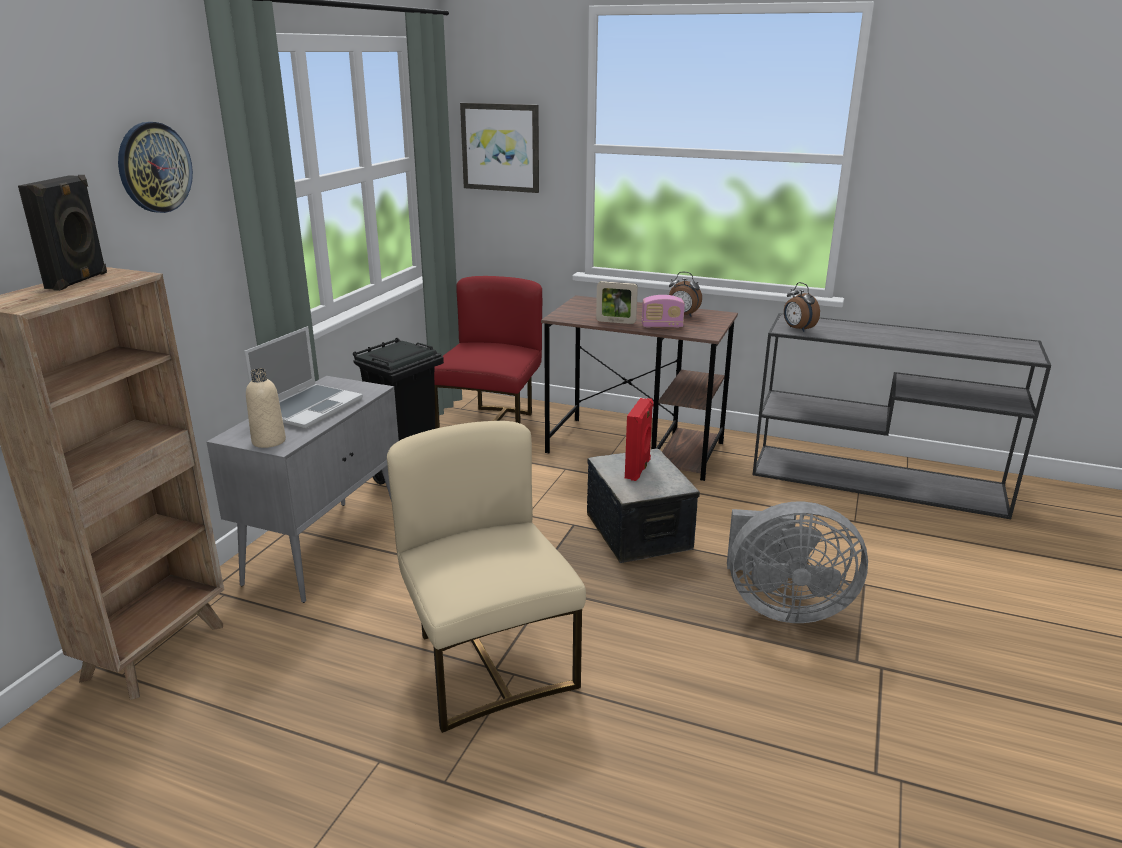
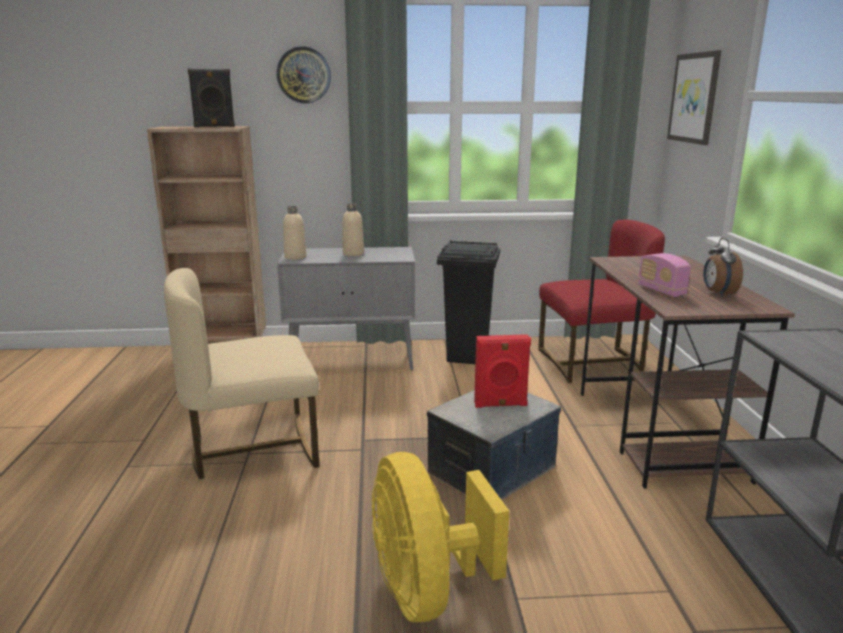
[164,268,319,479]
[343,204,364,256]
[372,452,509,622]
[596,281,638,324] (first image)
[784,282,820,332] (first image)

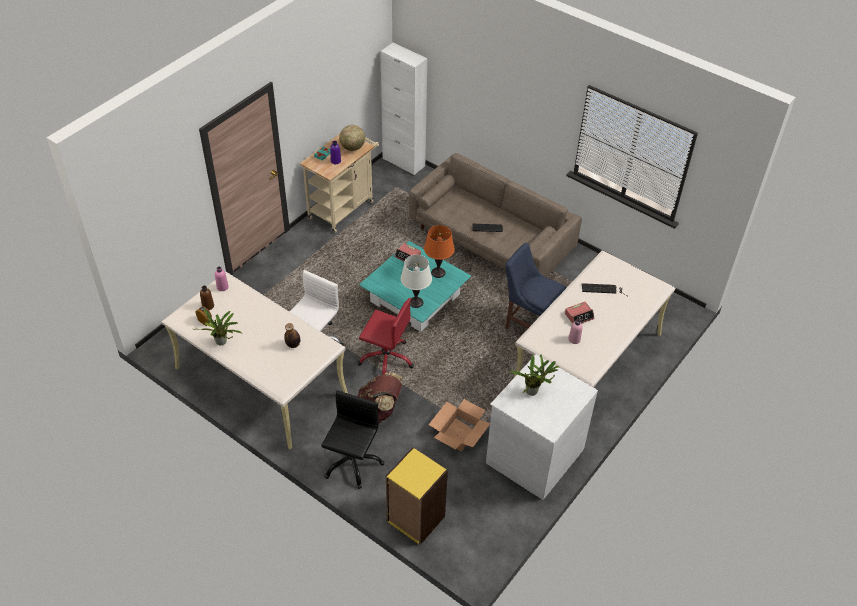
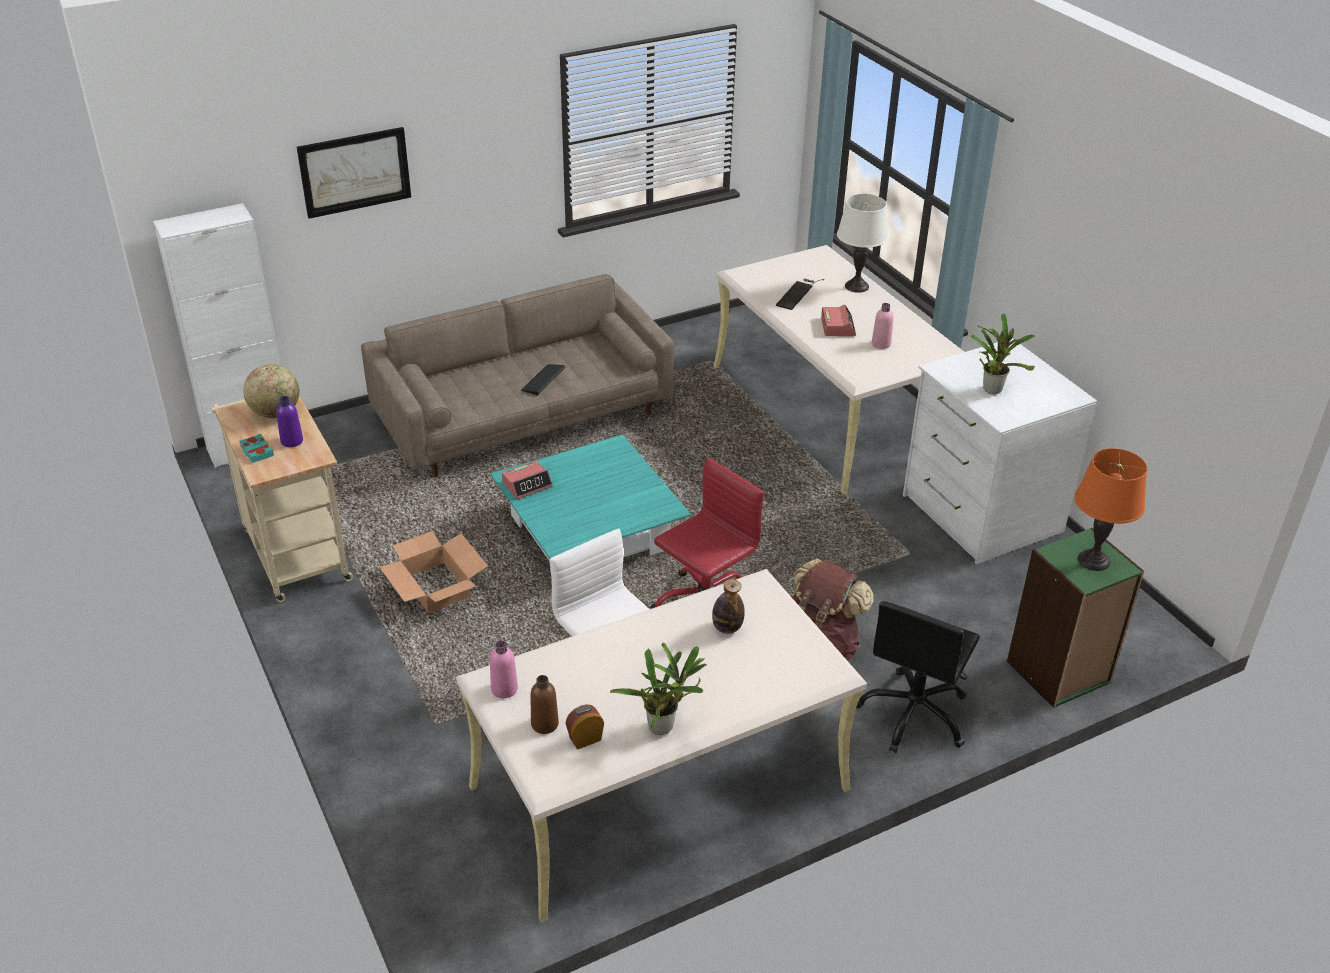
[297,127,411,219]
[379,531,488,613]
[837,194,889,293]
[856,601,980,753]
[1007,528,1144,708]
[1075,448,1147,571]
[505,243,567,330] (first image)

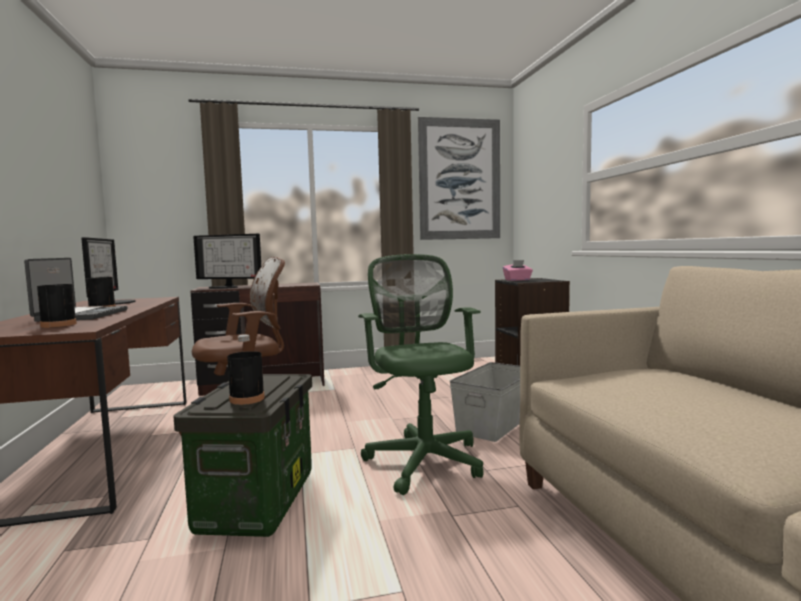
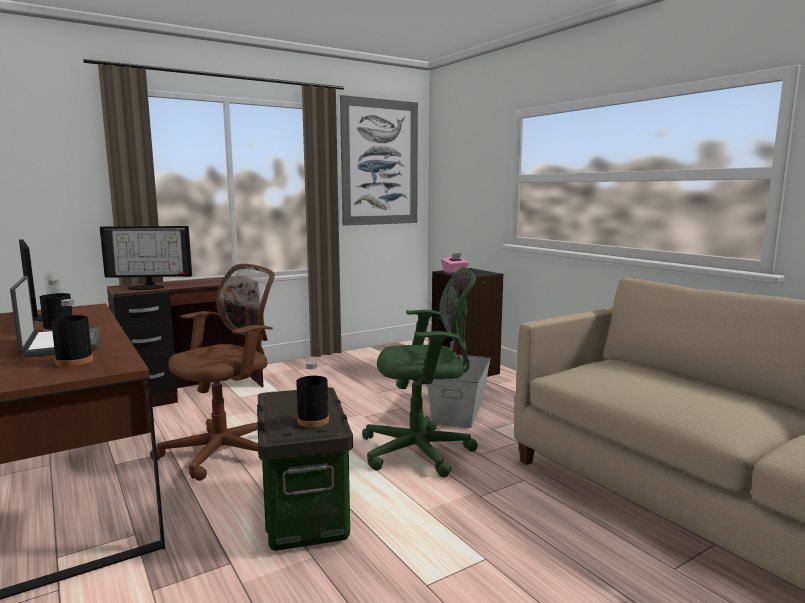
[362,267,478,477]

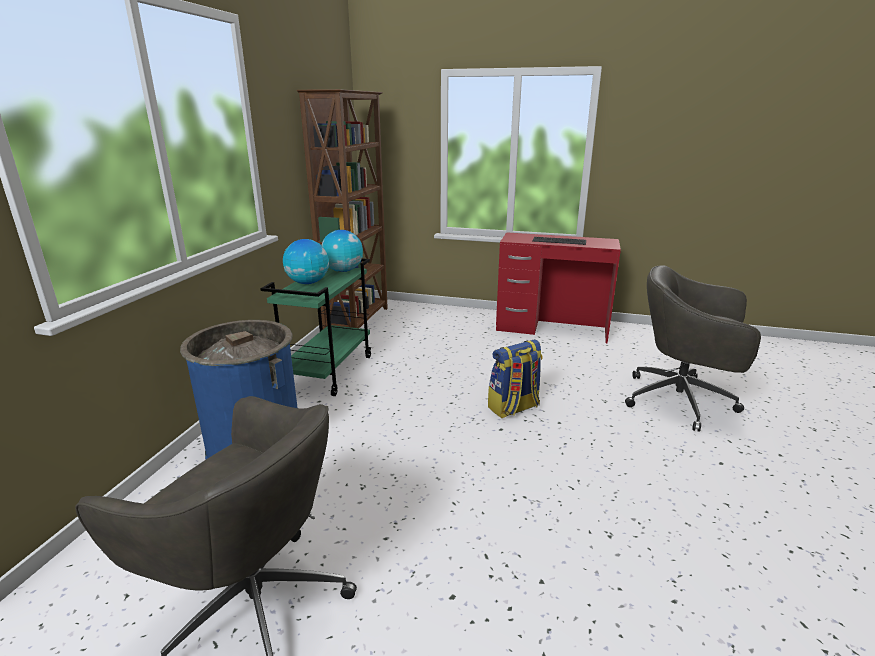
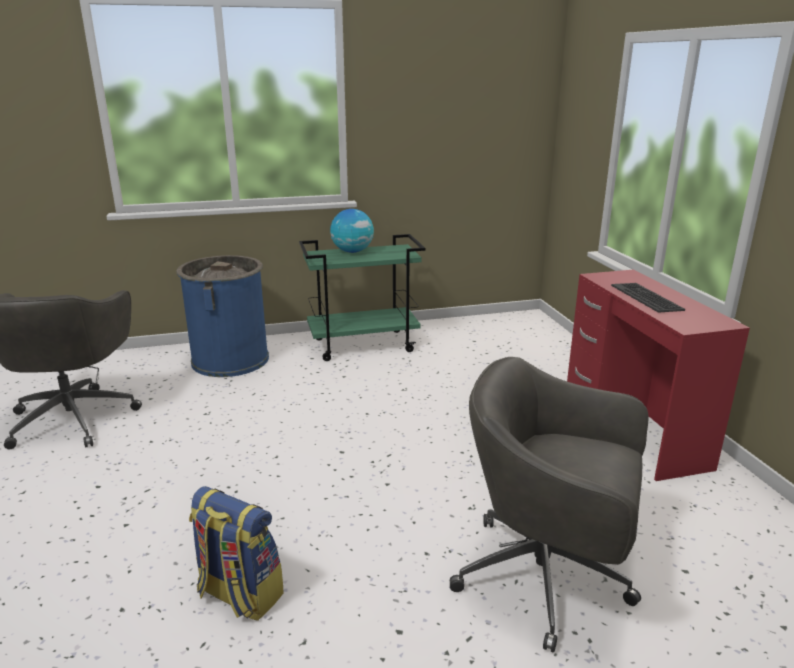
[189,486,284,621]
[450,357,649,652]
[297,89,388,329] (first image)
[322,230,363,272] (first image)

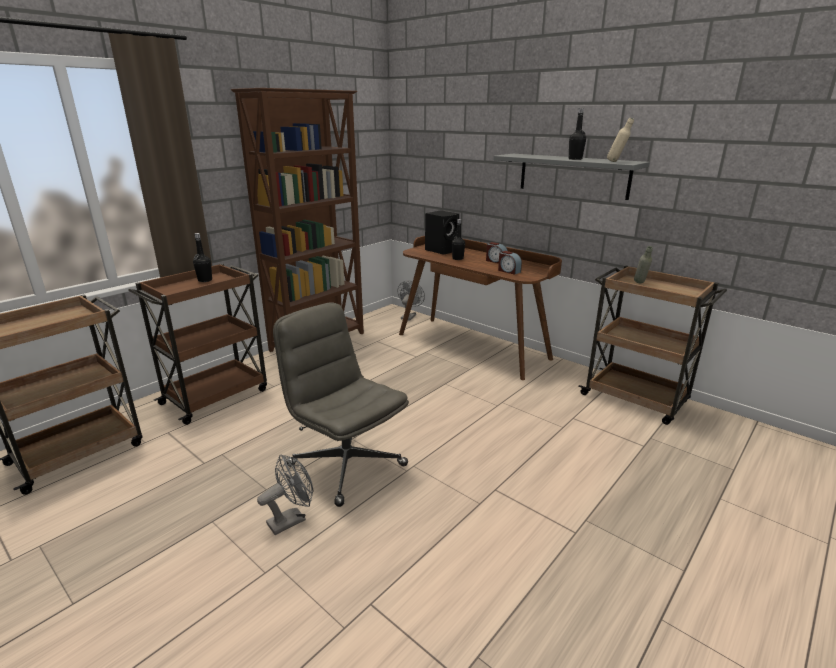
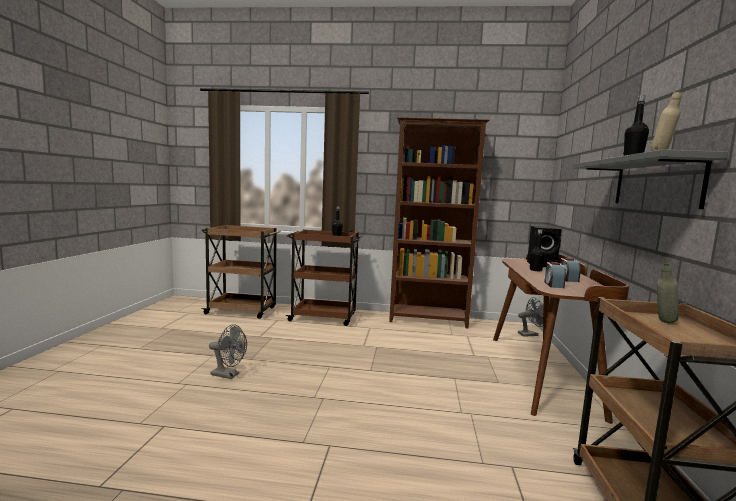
[273,303,409,507] (first image)

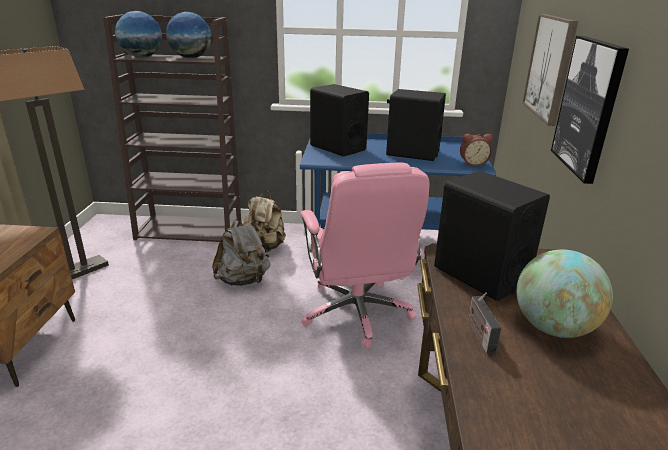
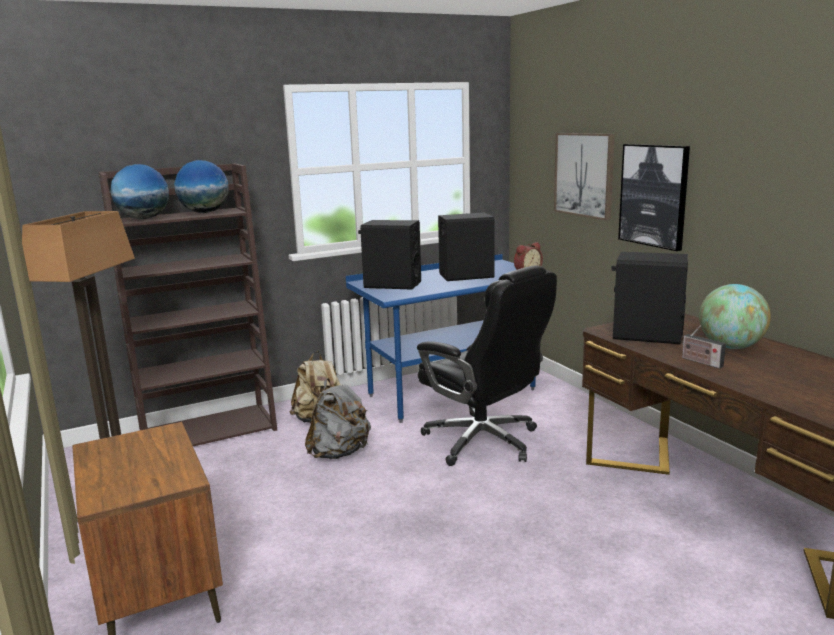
[417,265,557,466]

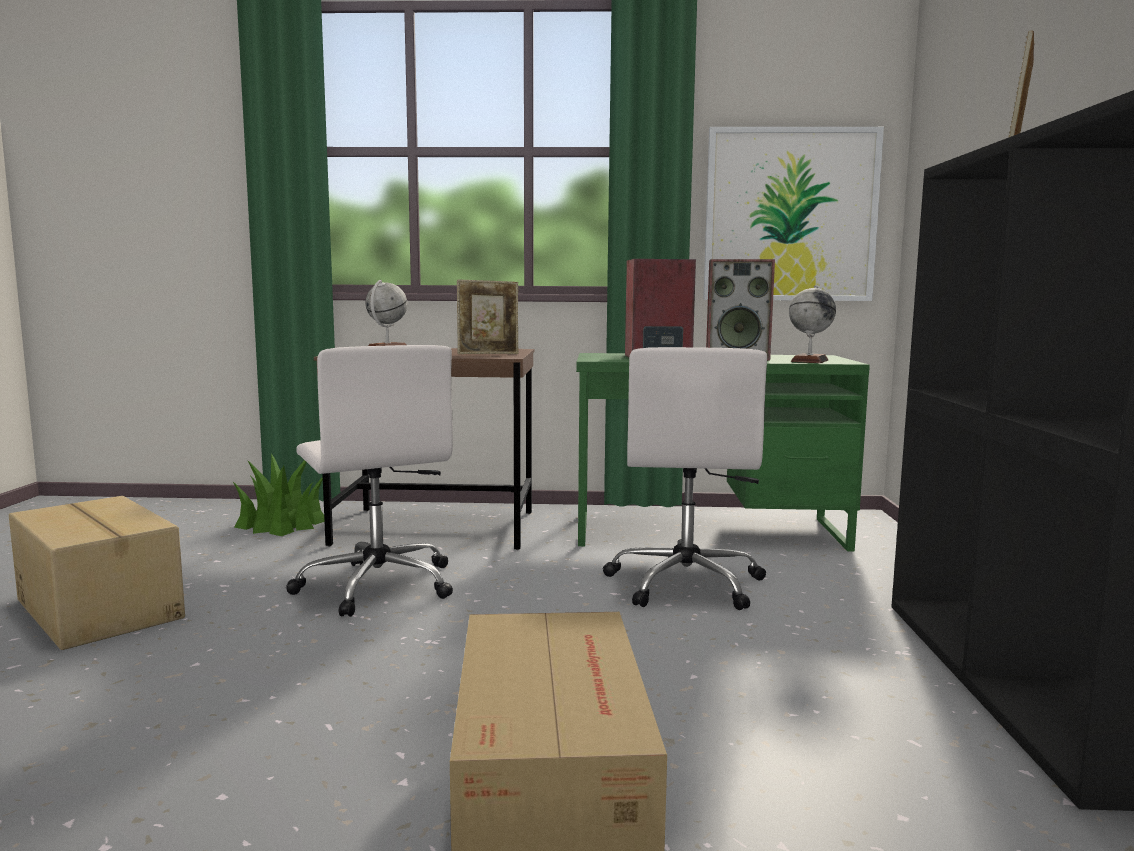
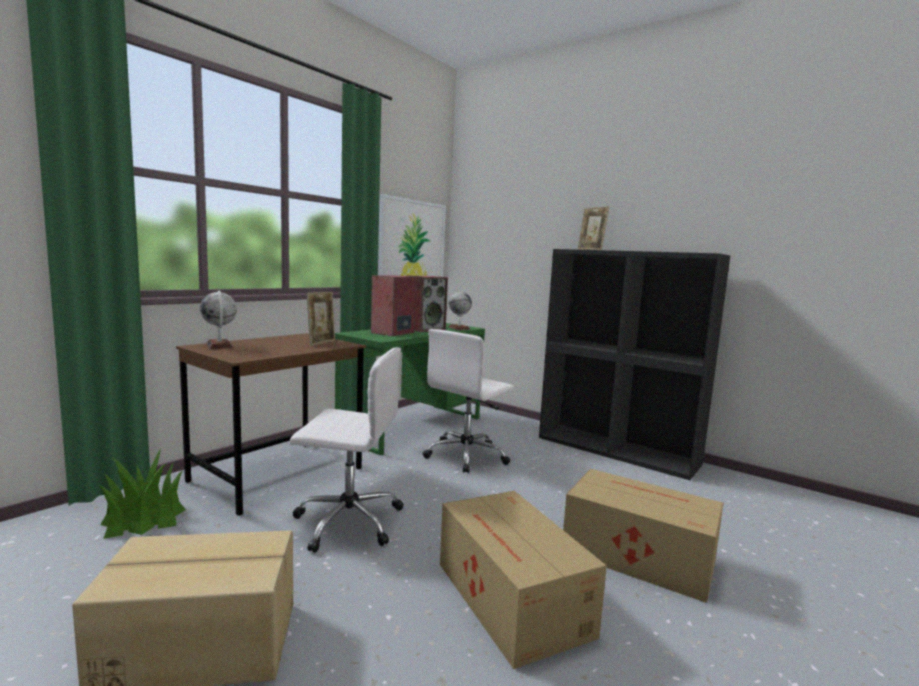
[423,329,514,473]
[440,491,607,669]

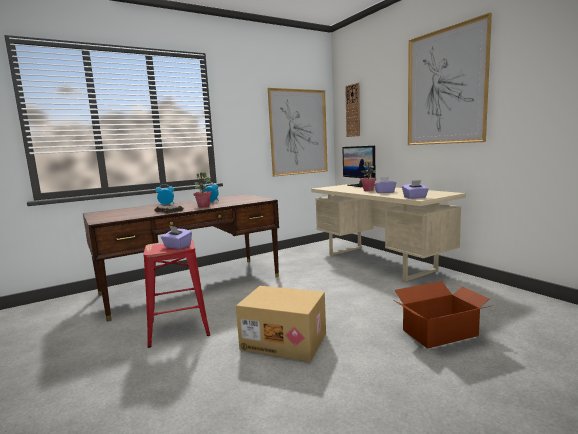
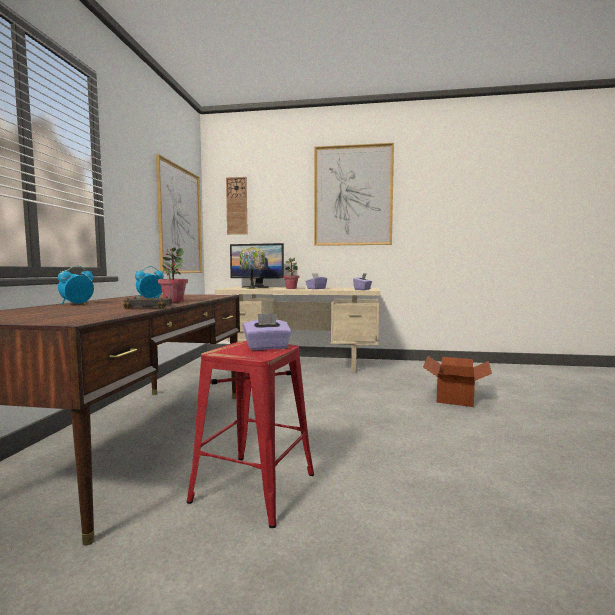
[240,247,266,289]
[236,286,326,362] (first image)

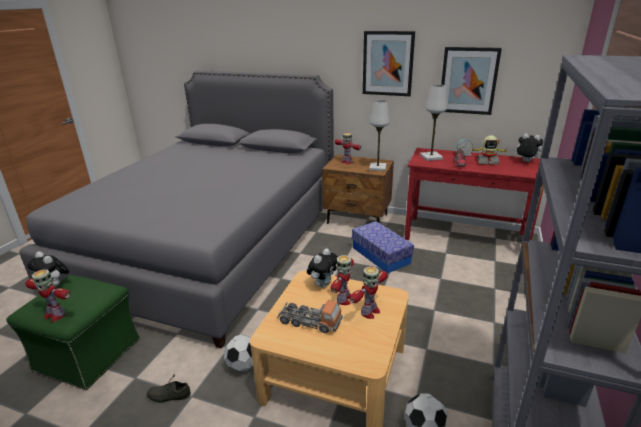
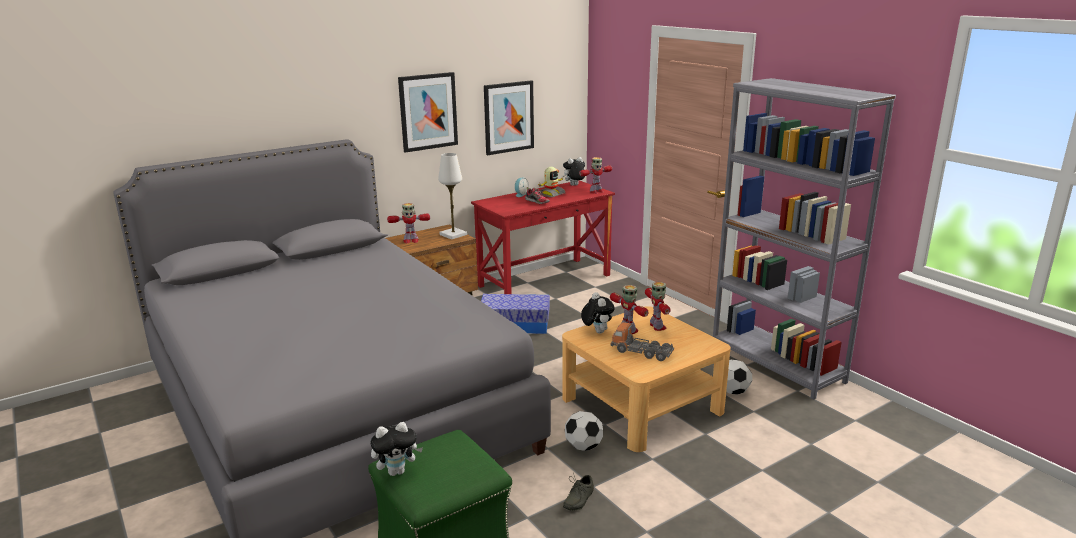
[579,157,612,194]
[611,322,674,361]
[420,84,447,161] (first image)

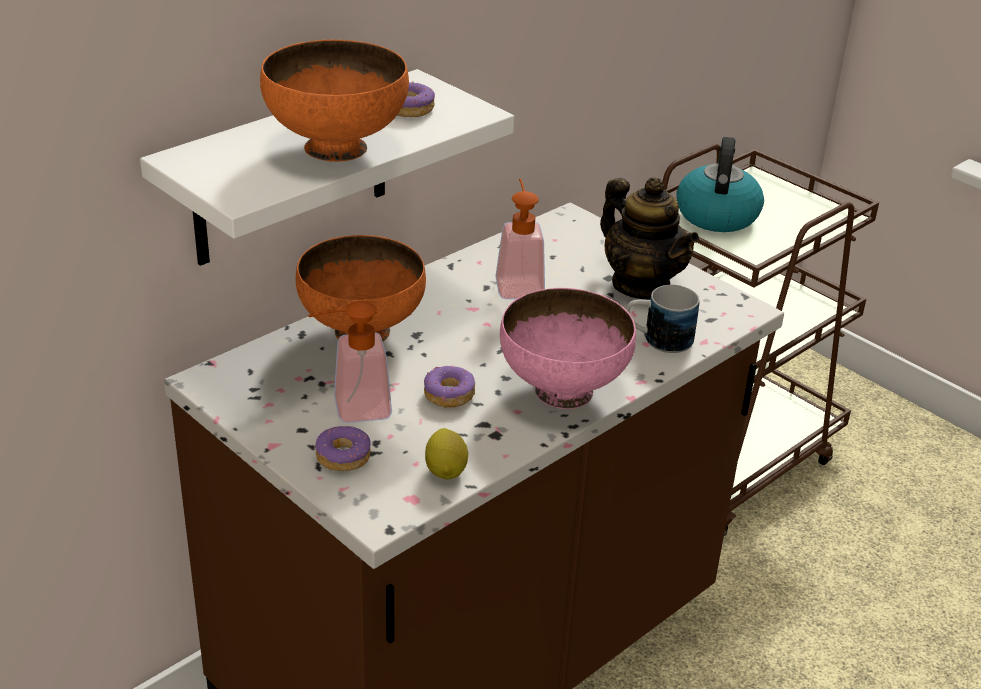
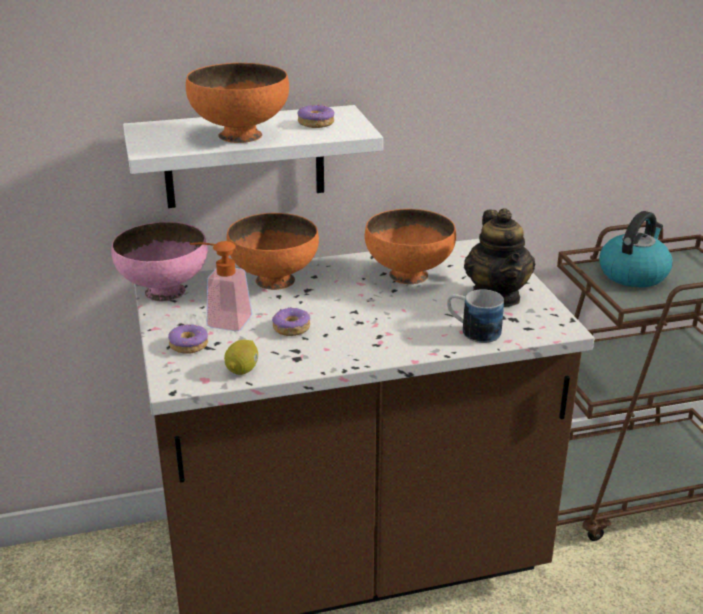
[111,222,208,301]
[365,209,456,284]

